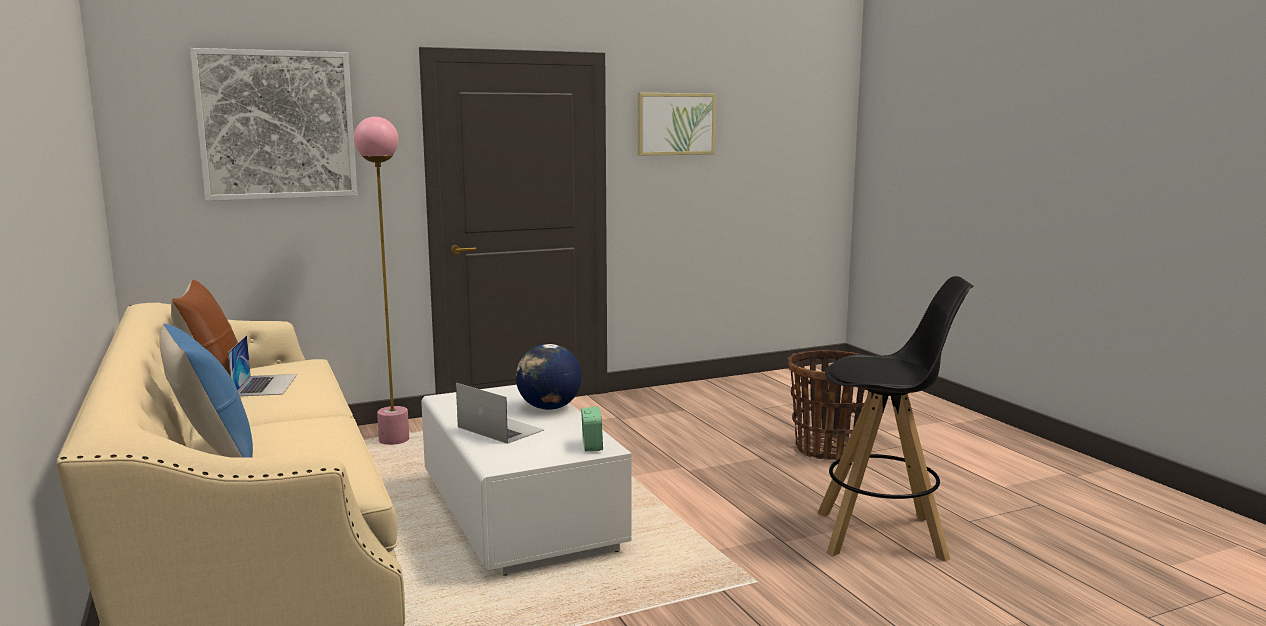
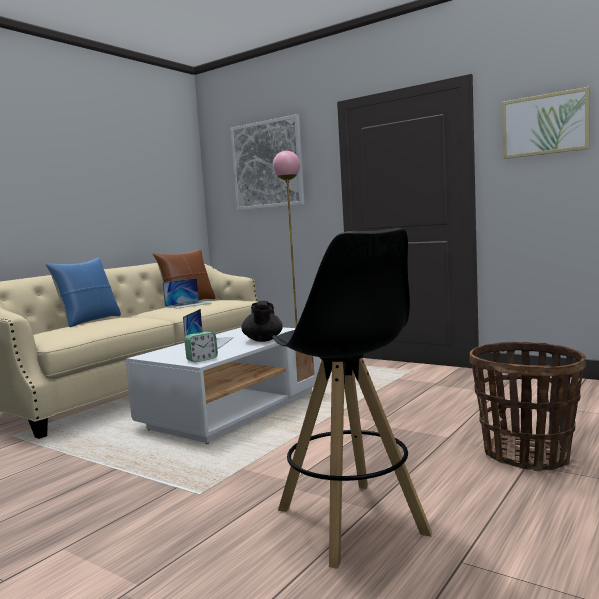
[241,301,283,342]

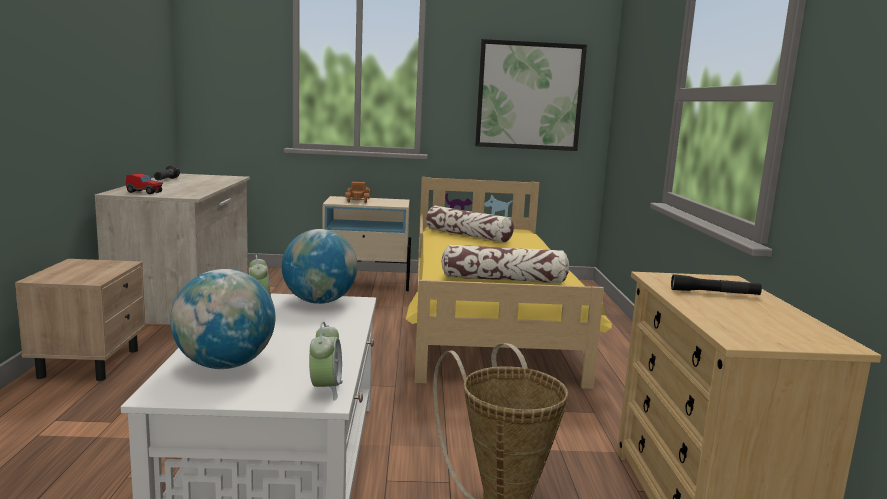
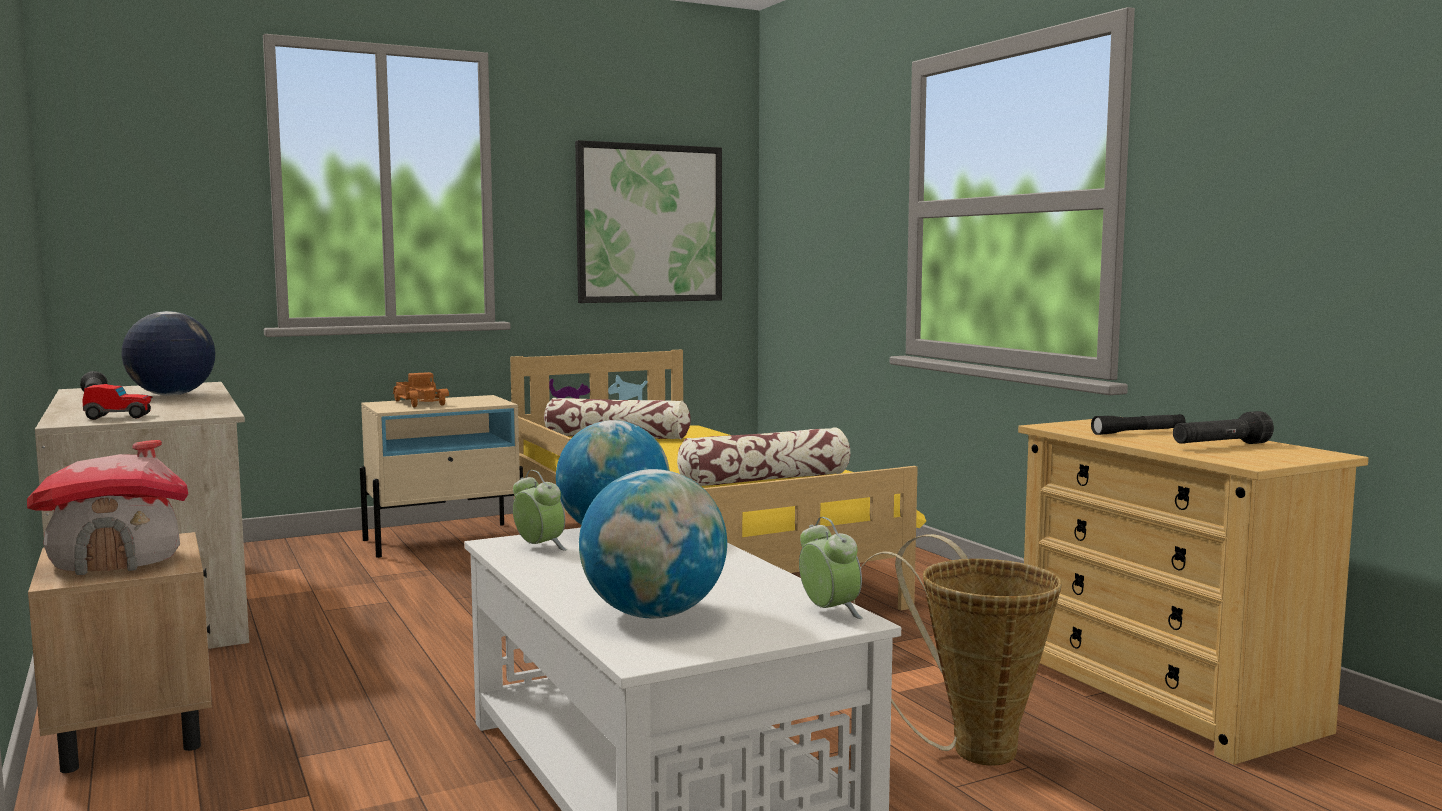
[27,440,188,575]
[122,311,215,396]
[1173,411,1274,444]

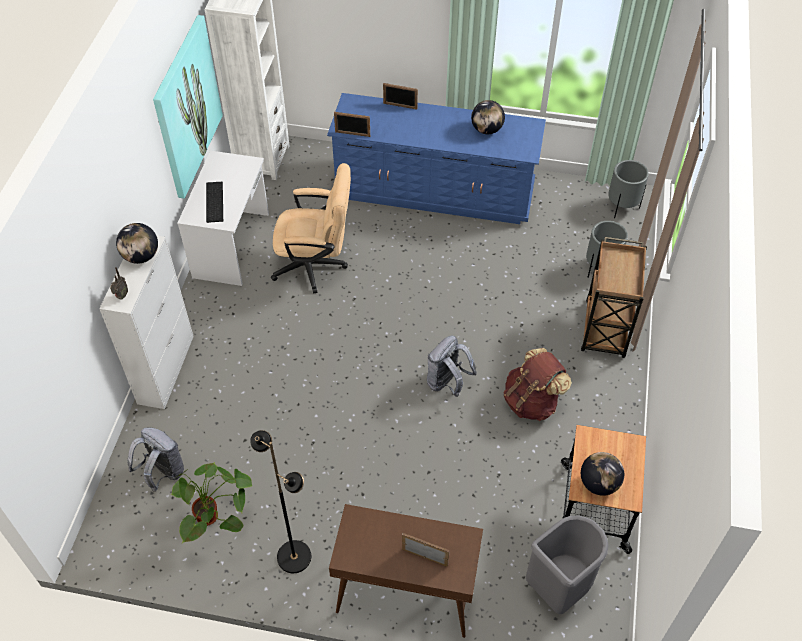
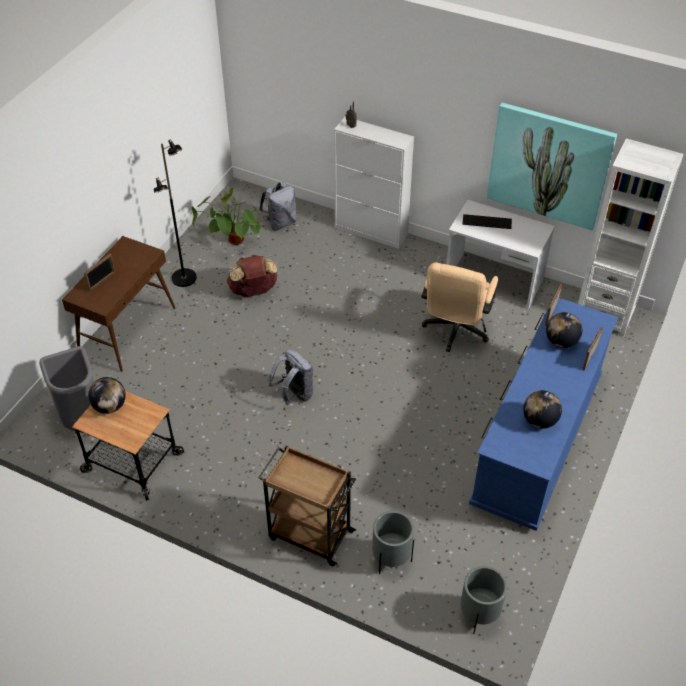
[227,255,278,297]
[546,312,582,348]

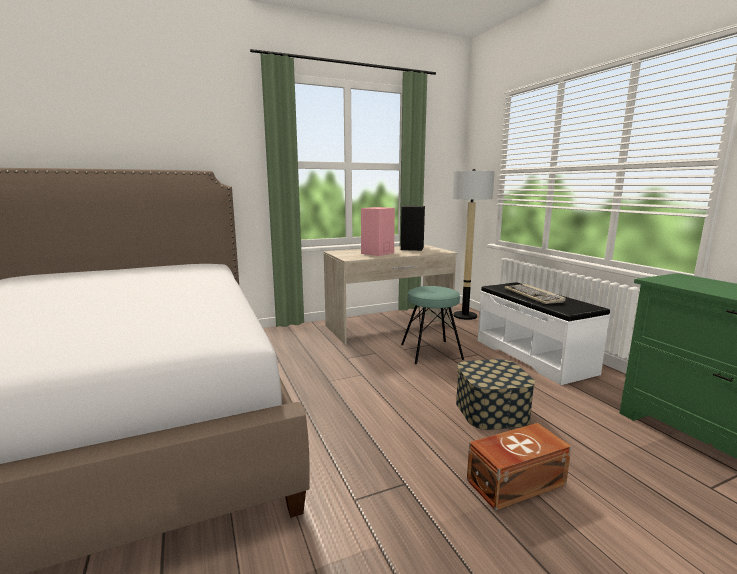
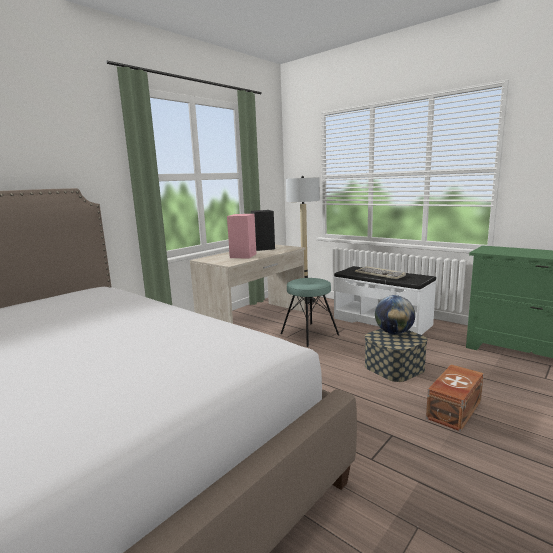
[375,295,415,334]

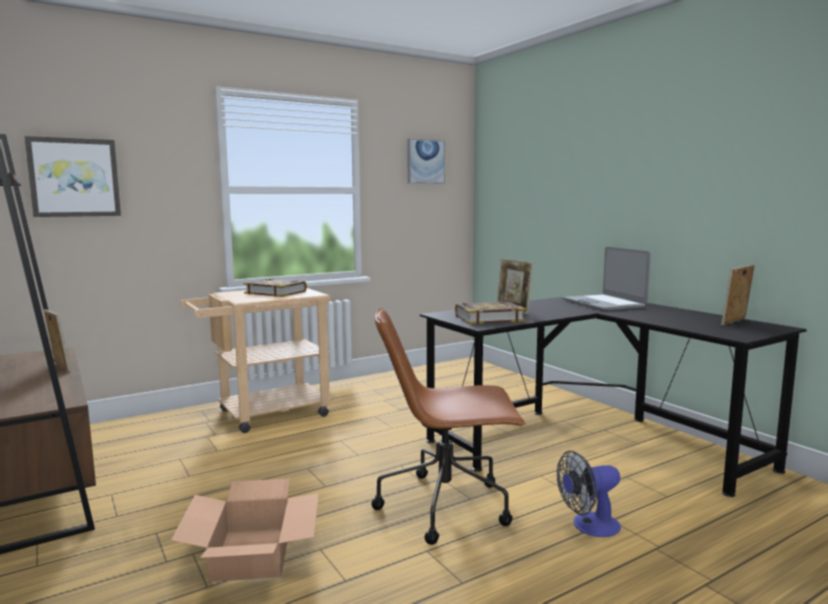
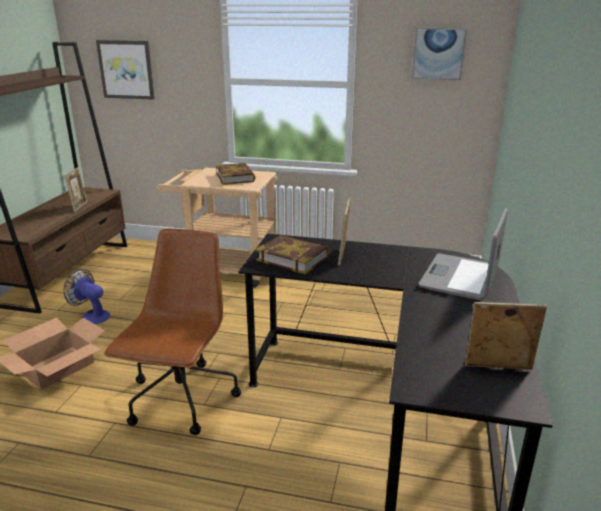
[64,269,111,324]
[104,228,241,435]

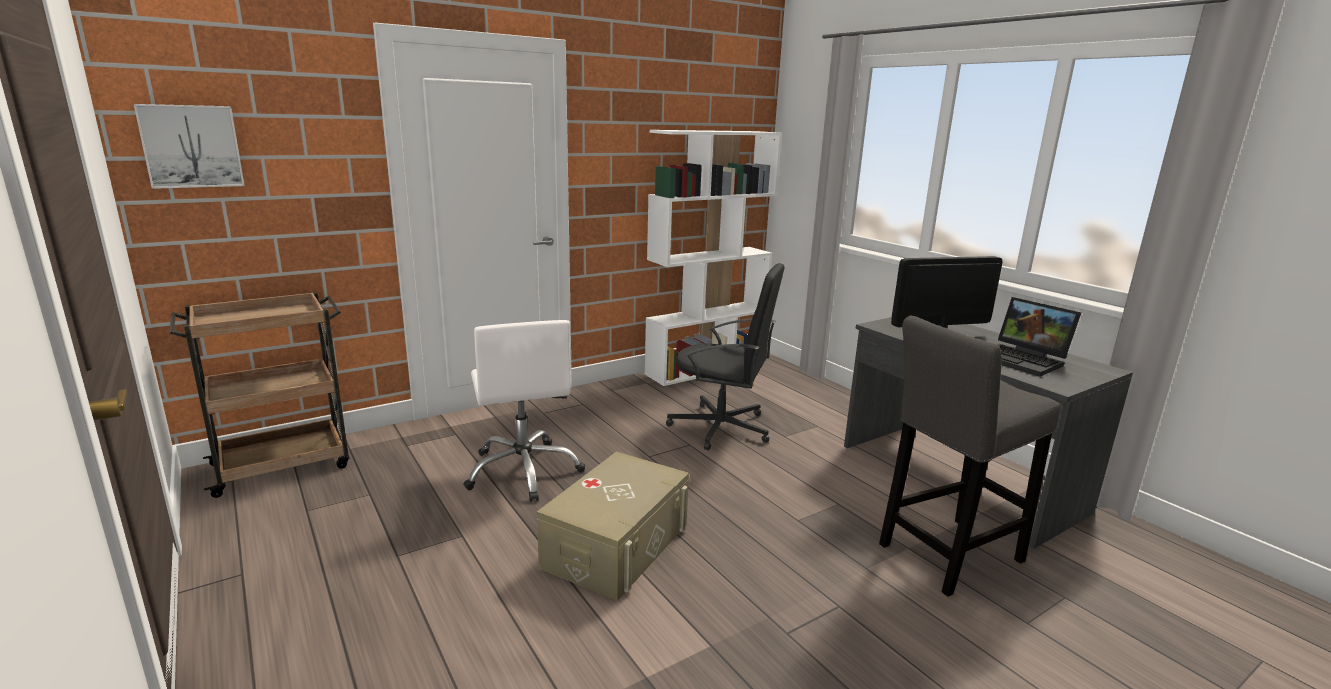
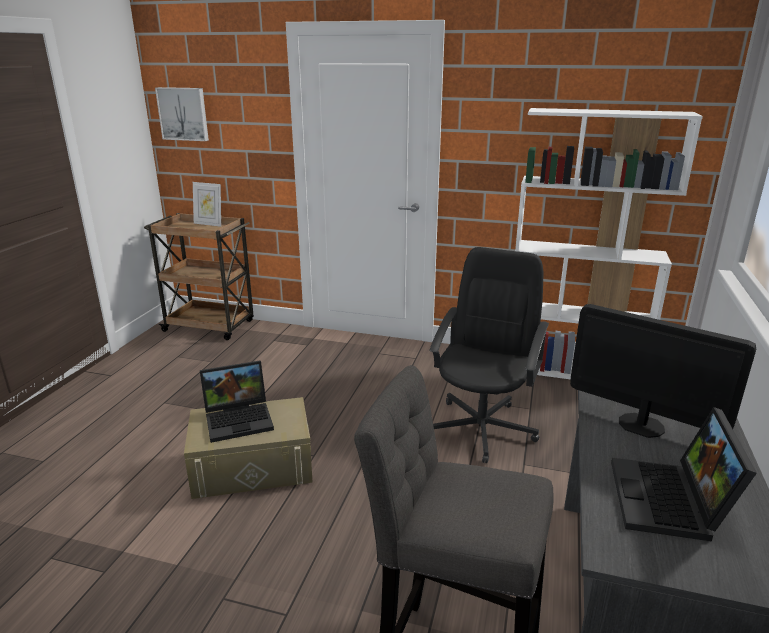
[193,182,221,227]
[200,361,274,443]
[430,247,549,463]
[463,320,585,502] (first image)

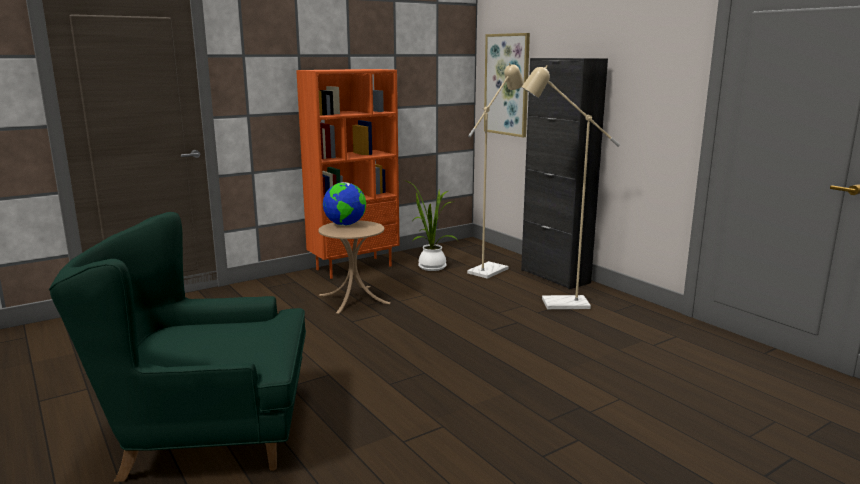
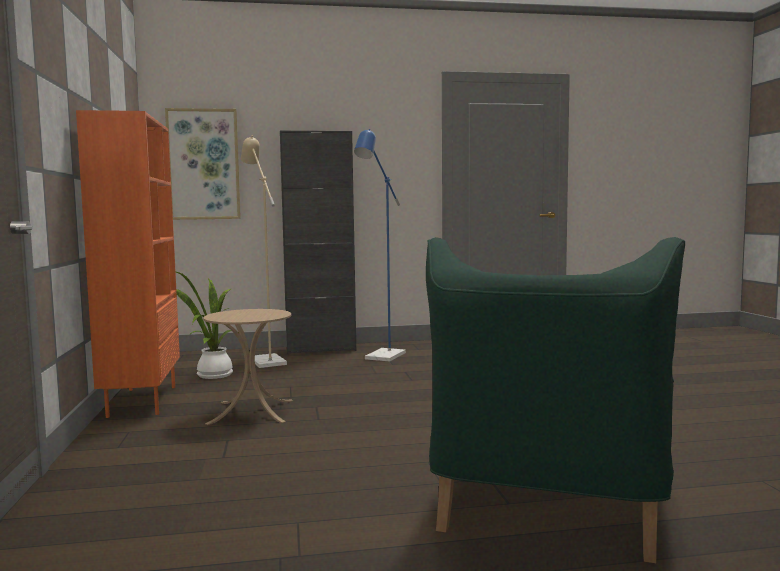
[354,129,406,361]
[323,182,366,226] (first image)

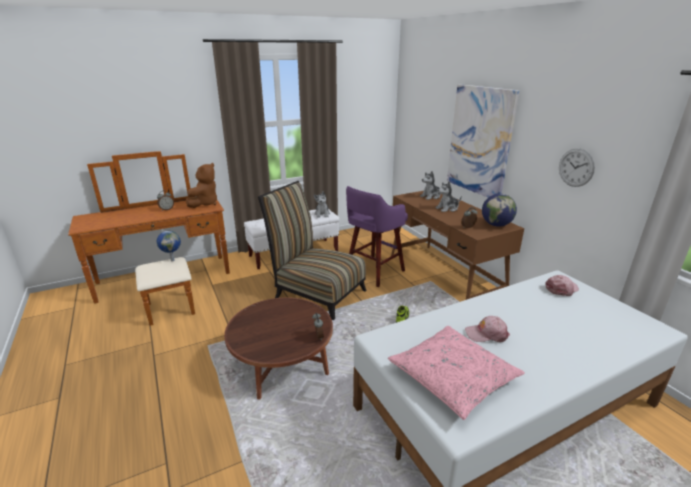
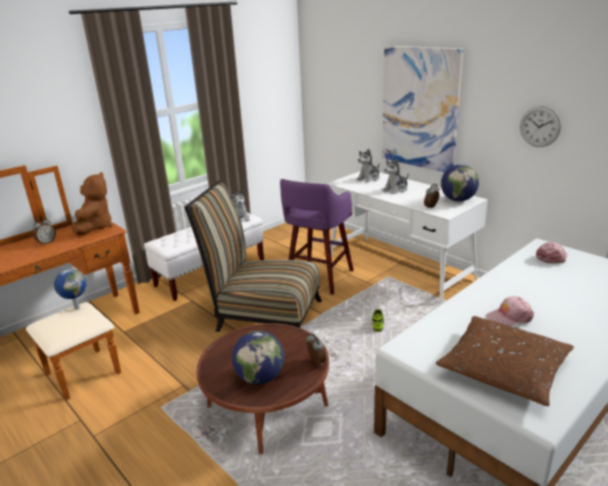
[232,331,284,385]
[326,171,488,304]
[436,316,574,406]

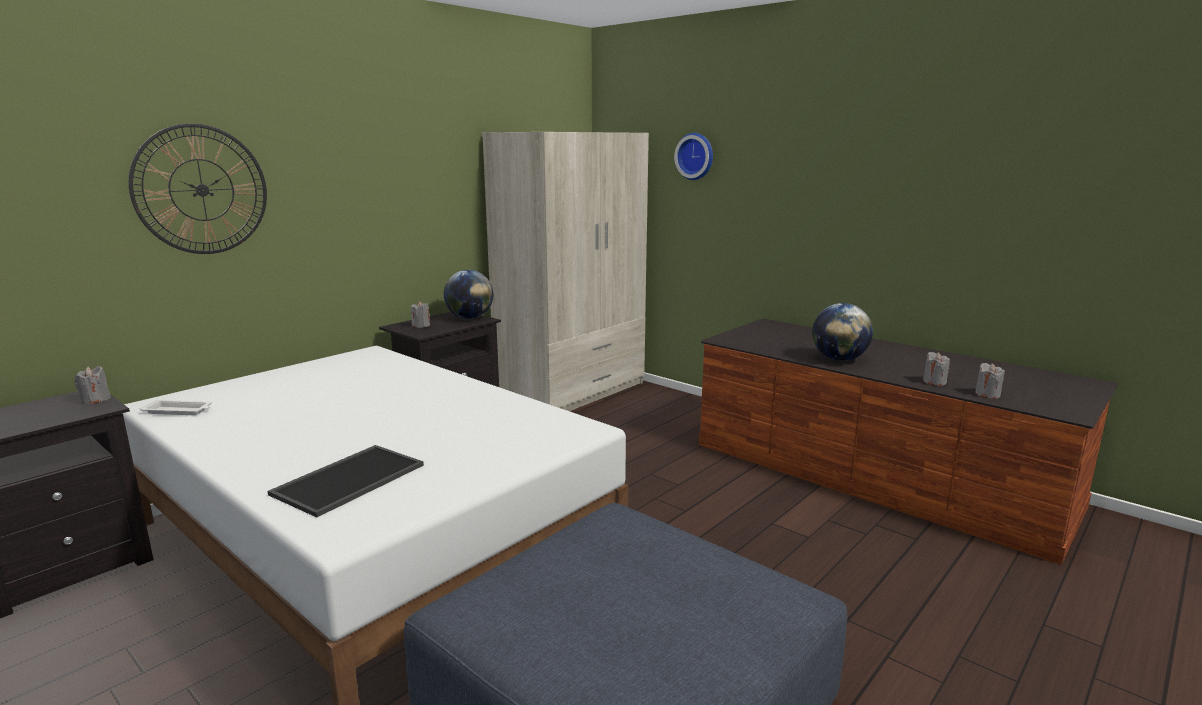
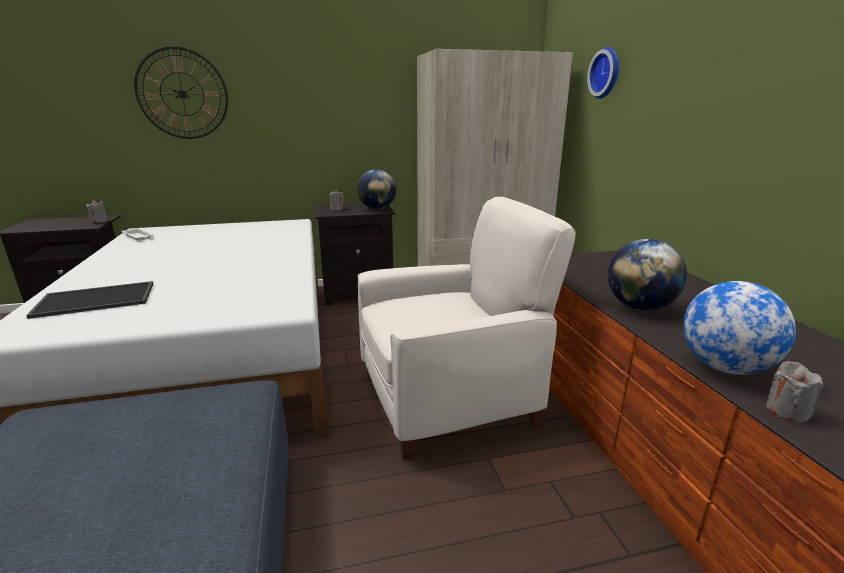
[358,197,576,460]
[683,281,796,375]

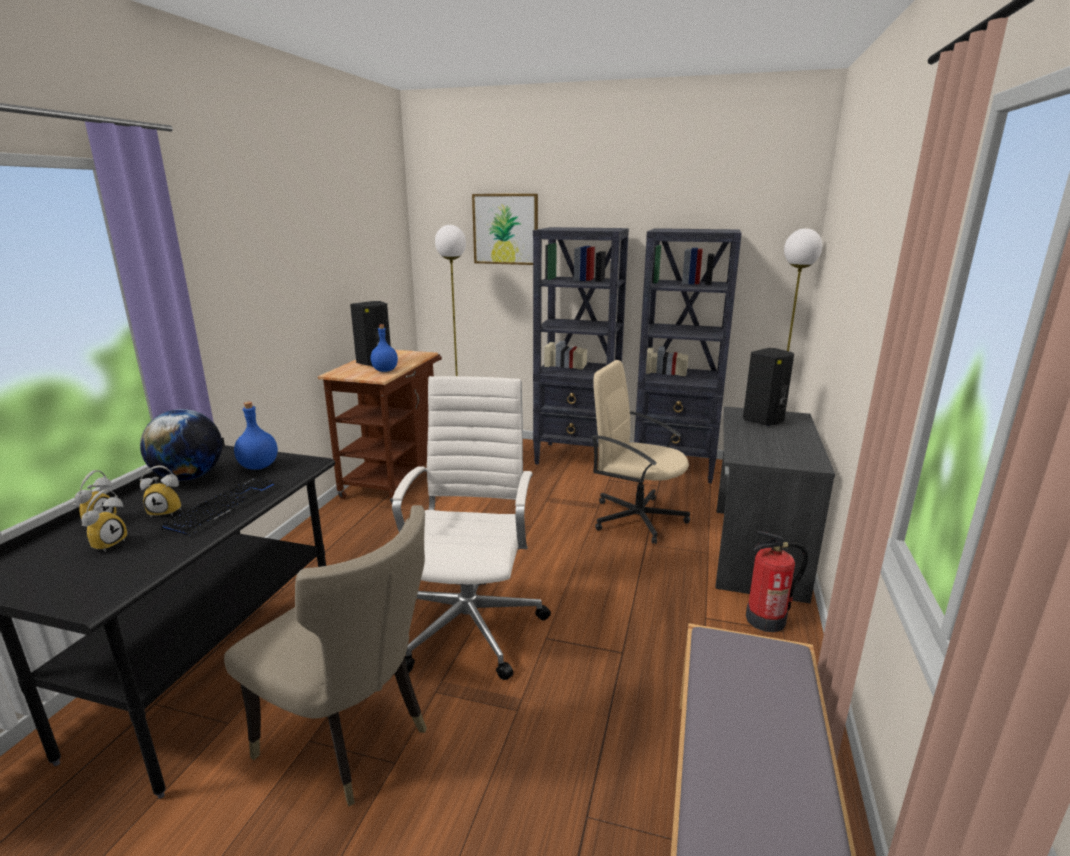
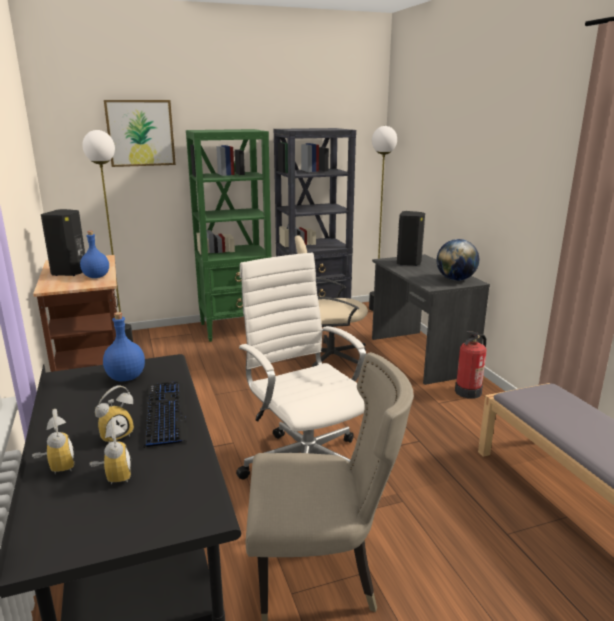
[186,129,272,342]
[436,239,479,281]

